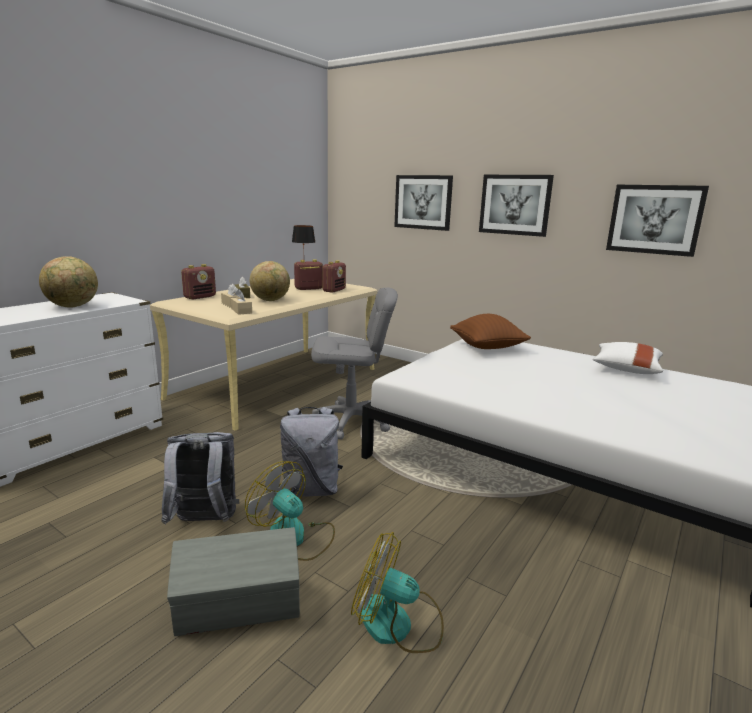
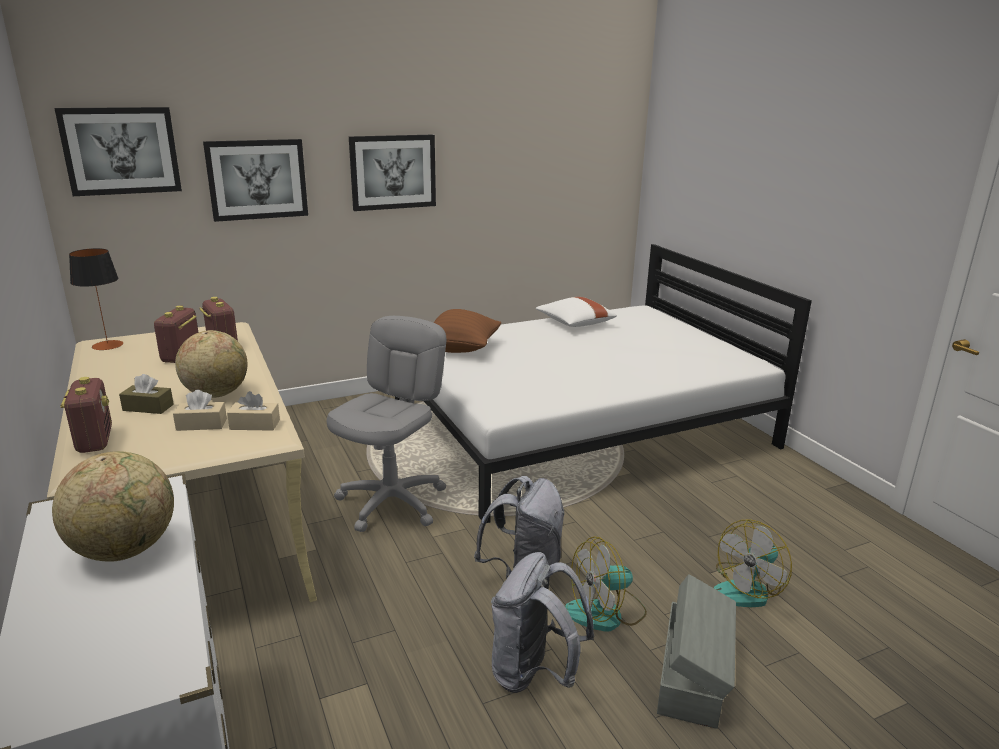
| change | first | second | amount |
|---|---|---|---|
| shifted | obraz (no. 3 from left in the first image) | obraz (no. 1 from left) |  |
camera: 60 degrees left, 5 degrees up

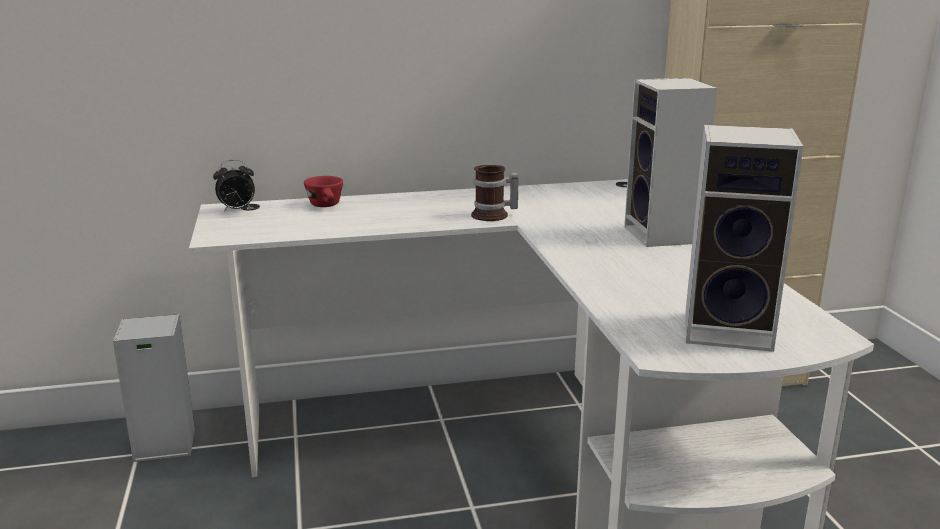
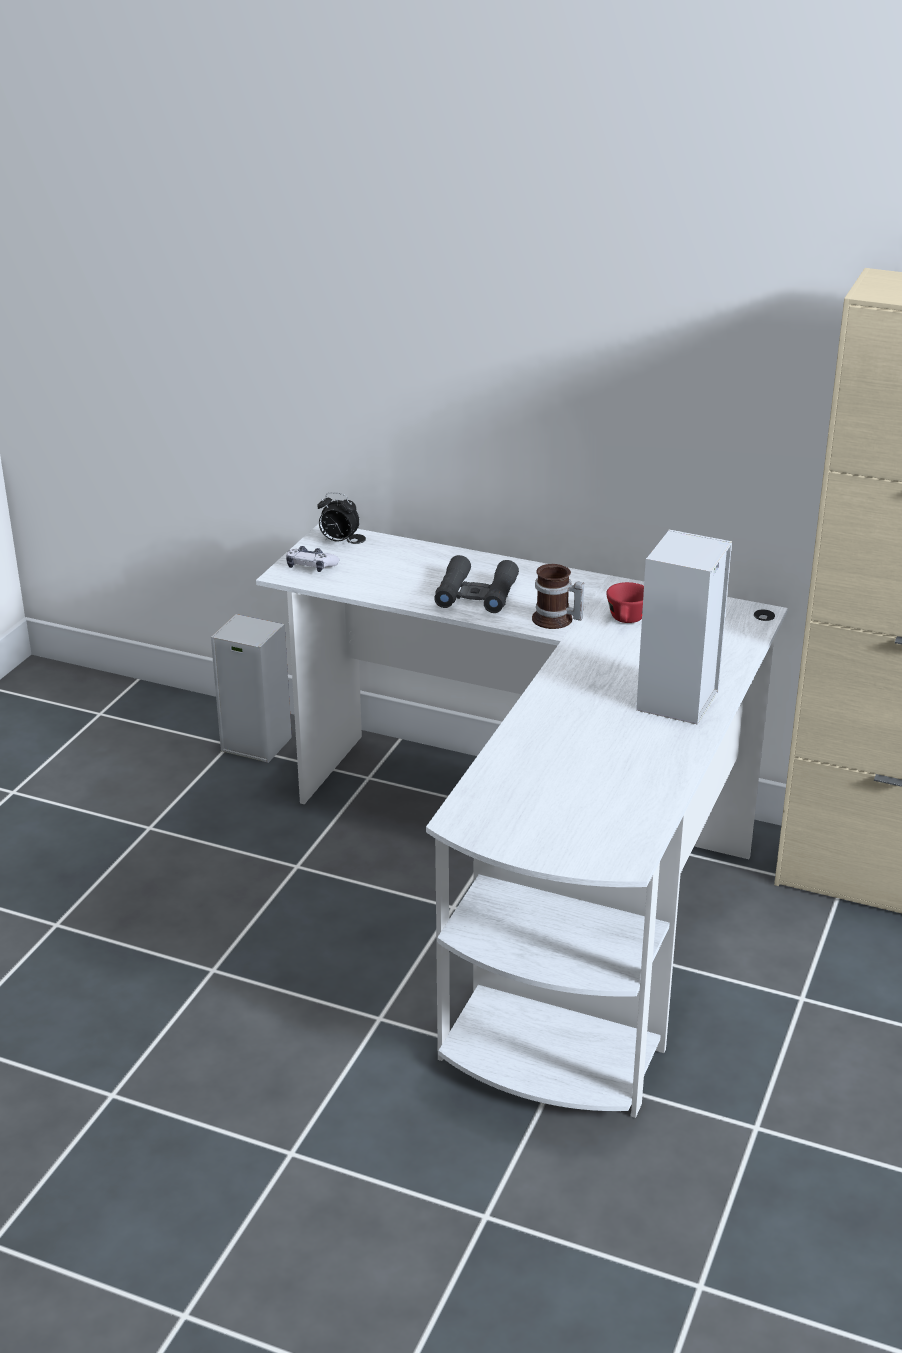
| change | first | second | amount |
|---|---|---|---|
| gone | głośnik (no. 3 from left) |  |  |
| new |  | pad do gier |  |
| new |  | lornetka/czarny |  |
| shifted | filiżanka/czerwony |  |  |
camera: 35 degrees right, 10 degrees up

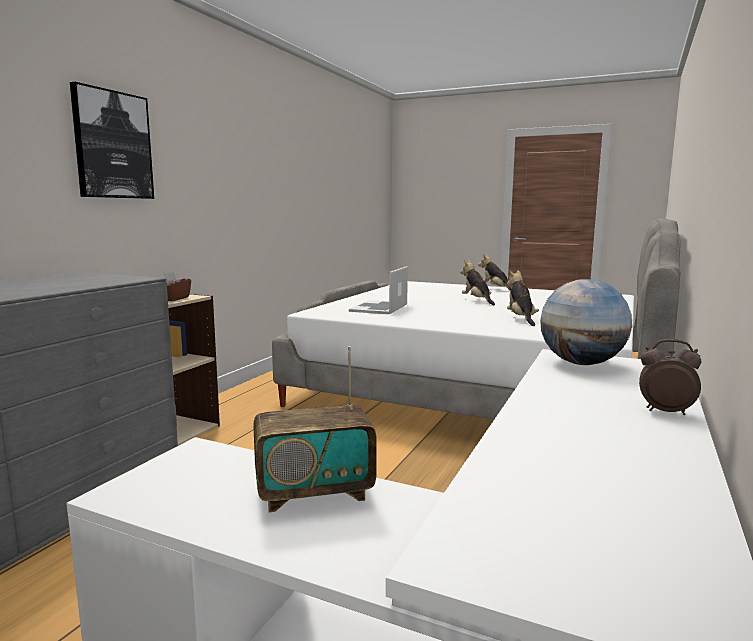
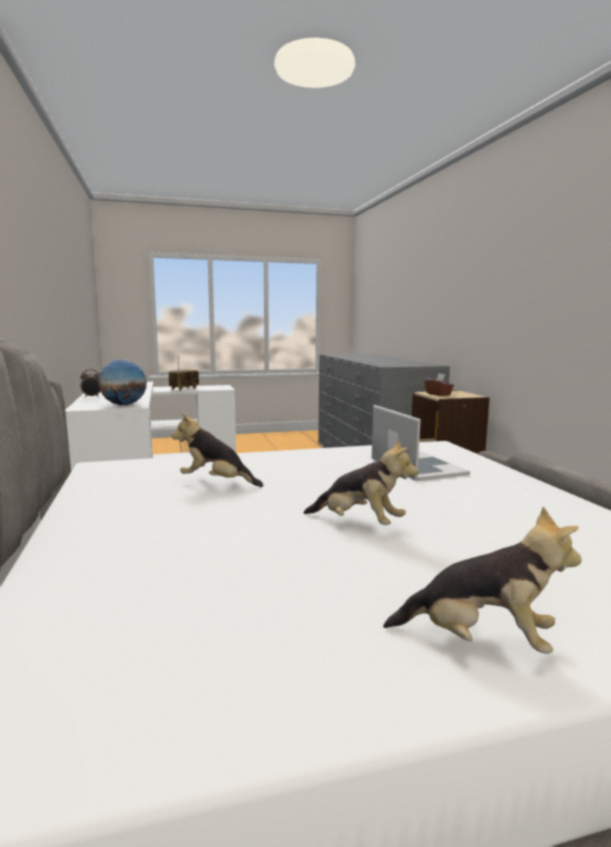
| change | first | second | amount |
|---|---|---|---|
| gone | obraz |  |  |
| rotated | pluszak (no. 3 from left in the first image) | pluszak (no. 1 from left) | 150 degrees clockwise |
camera: 140 degrees right, 0 degrees up

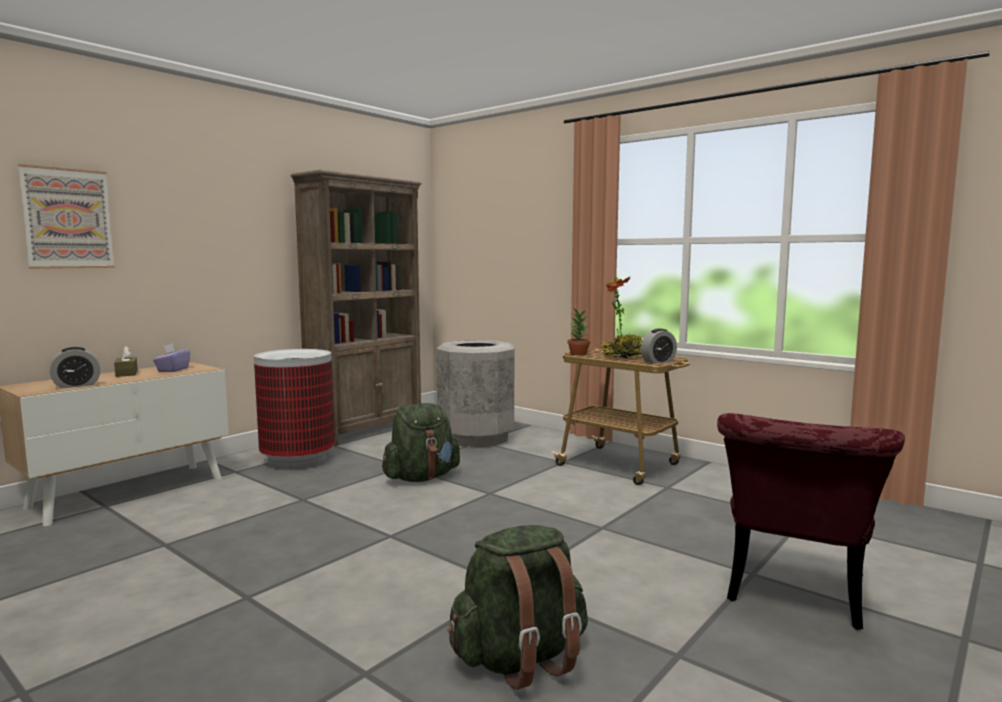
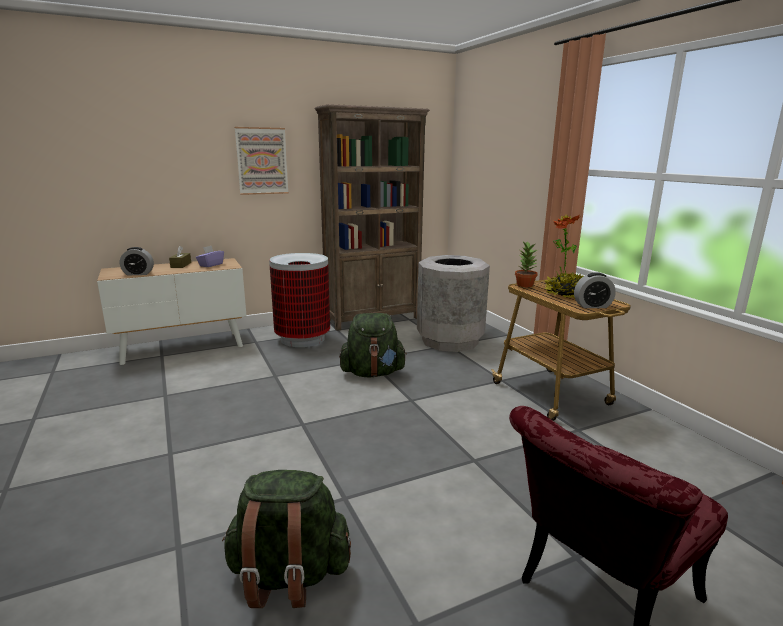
| change | first | second | amount |
|---|---|---|---|
| shifted | obraz |  |  |
camera: 25 degrees right, 10 degrees up

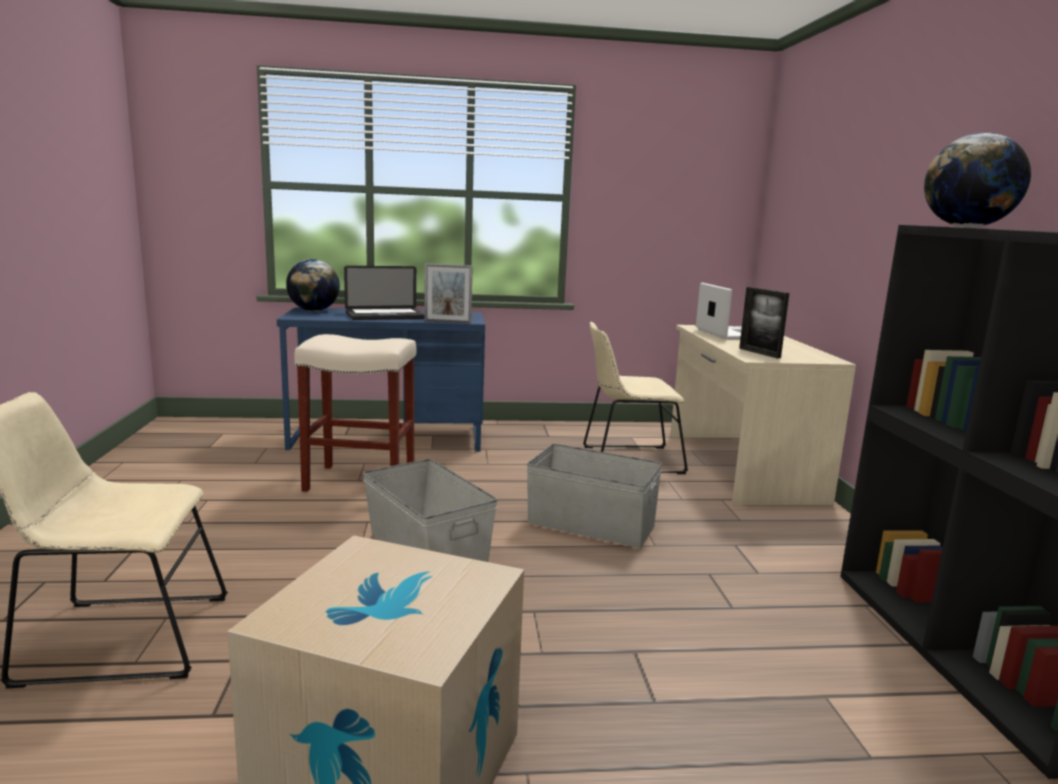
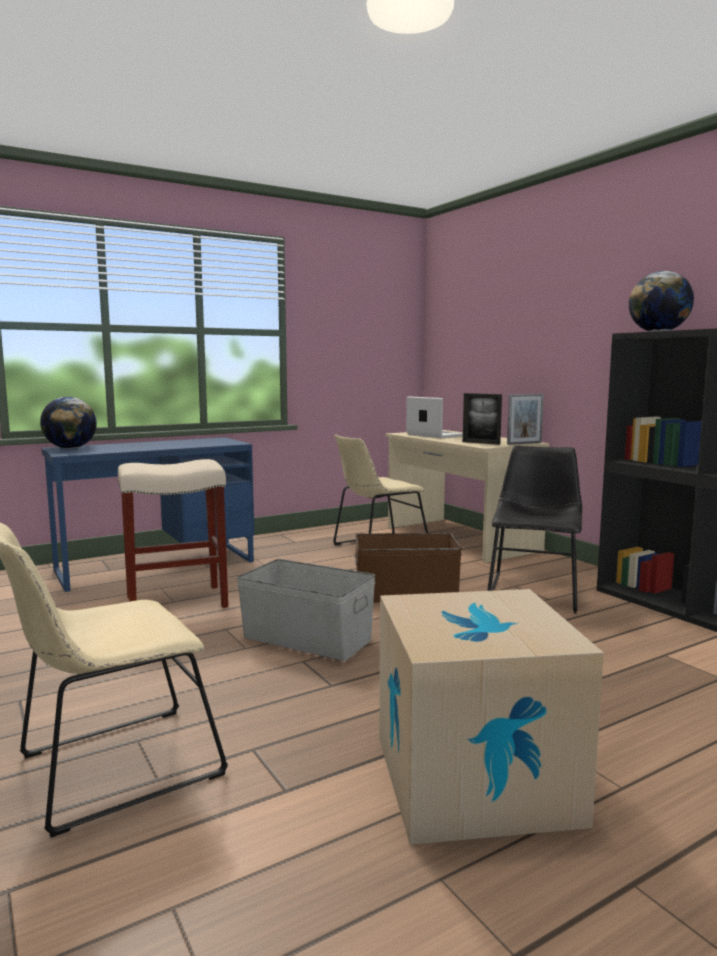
| change | first | second | amount |
|---|---|---|---|
| gone | laptop (no. 1 from left) |  |  |
| new |  | krzesło/czarny |  |
| shifted | ramka na zdjęcie (no. 1 from left in the first image) | ramka na zdjęcie (no. 2 from left) |  |
| repainted | pojemnik do przechowywania/szary (no. 2 from left) | pojemnik do przechowywania/brązowy |  |
camera: 25 degrees left, 5 degrees down

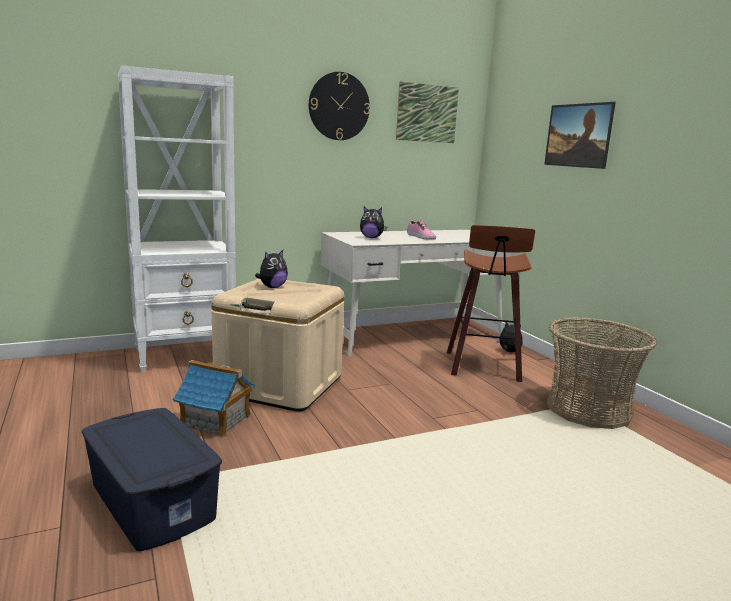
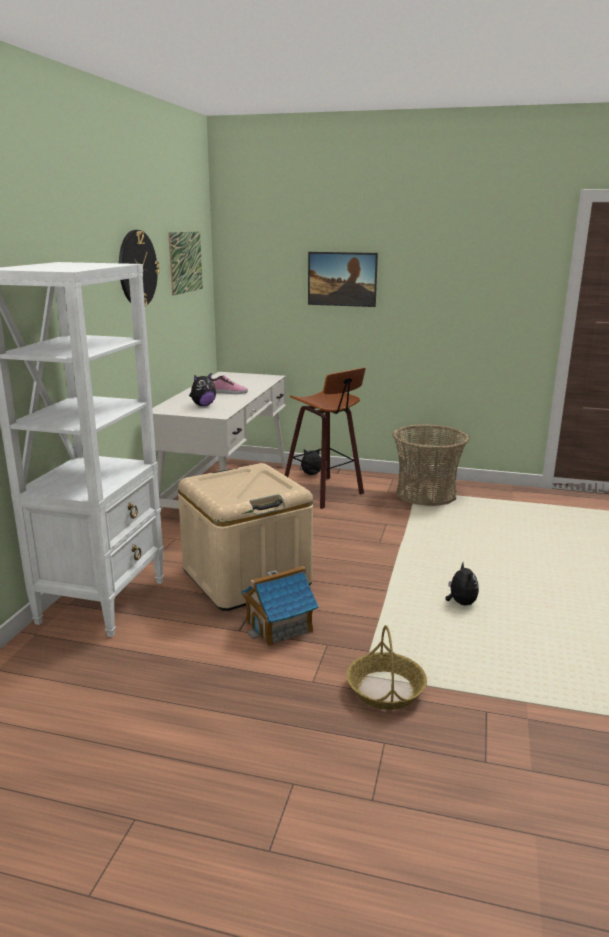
| change | first | second | amount |
|---|---|---|---|
| shifted | pluszak (no. 1 from left in the first image) | pluszak (no. 3 from left) |  |
| swapped | pojemnik do przechowywania/niebieski | koszyk (no. 1 from left) |  |
camera: 50 degrees left, 5 degrees up

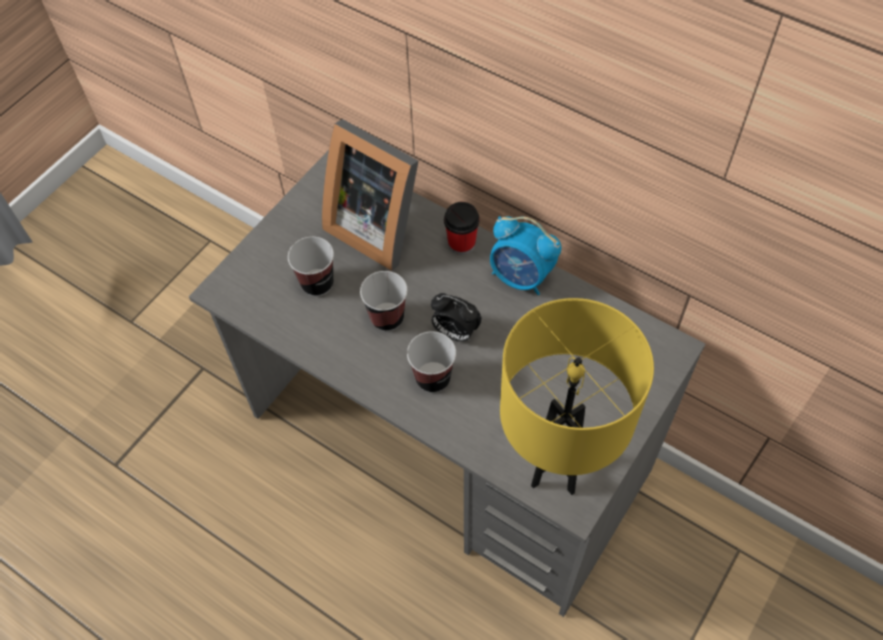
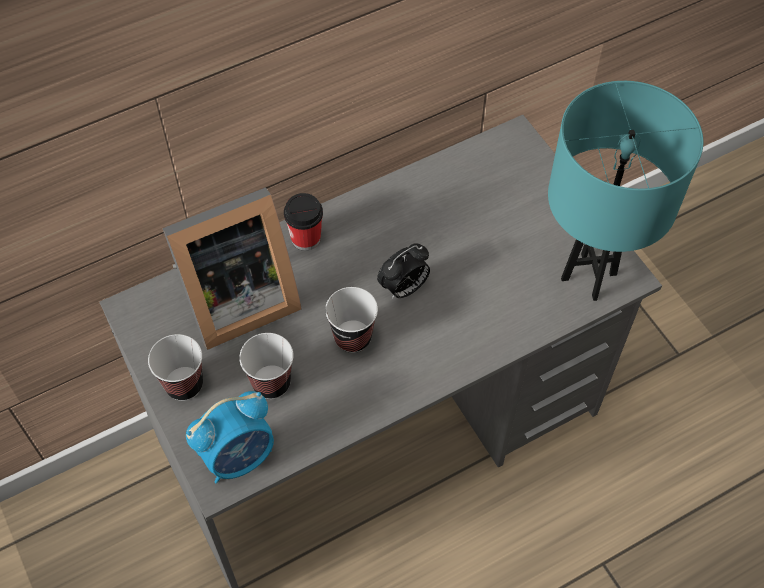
| change | first | second | amount |
|---|---|---|---|
| shifted | filiżanka (no. 3 from left in the first image) | filiżanka (no. 1 from left) |  |
| shifted | budzik (no. 2 from left in the first image) | budzik (no. 1 from left) |  |
| repainted | lampa stołowa/żółty | lampa stołowa/turkusowy |  |
camera: 65 degrees left, 0 degrees up

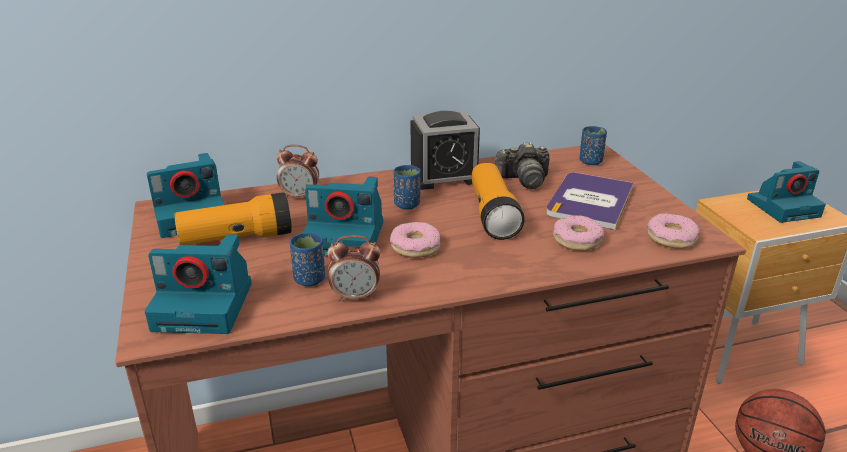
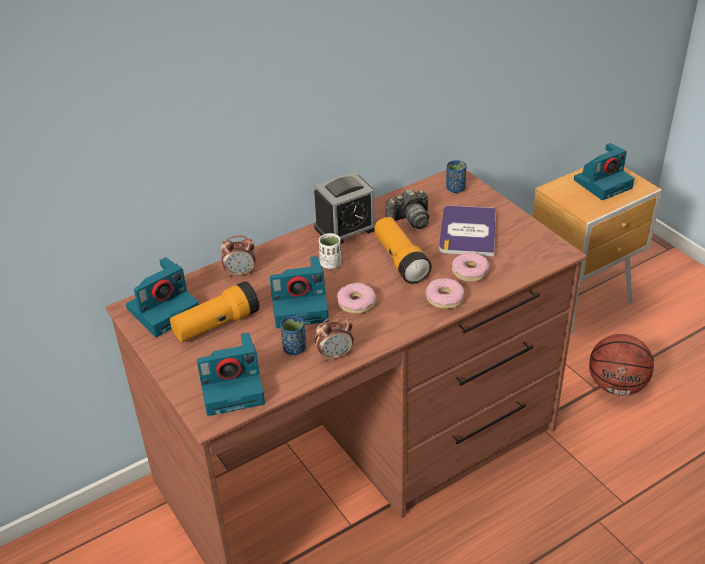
| change | first | second | amount |
|---|---|---|---|
| shifted | donut (no. 3 from left in the first image) | donut (no. 2 from left) |  |
| repainted | filiżanka/niebieski (no. 2 from left) | filiżanka/biały |  |
camera: 15 degrees left, 10 degrees up

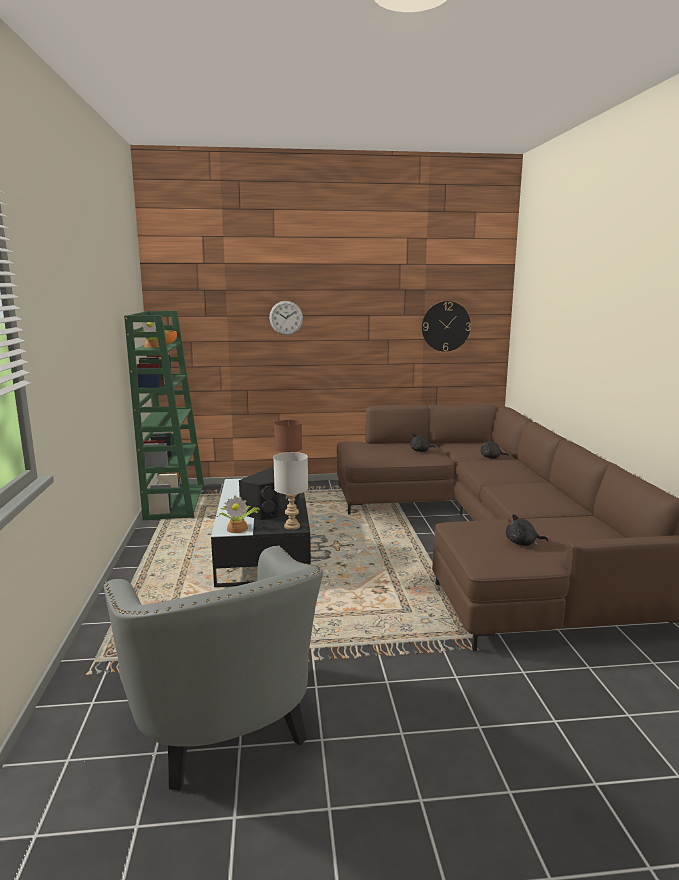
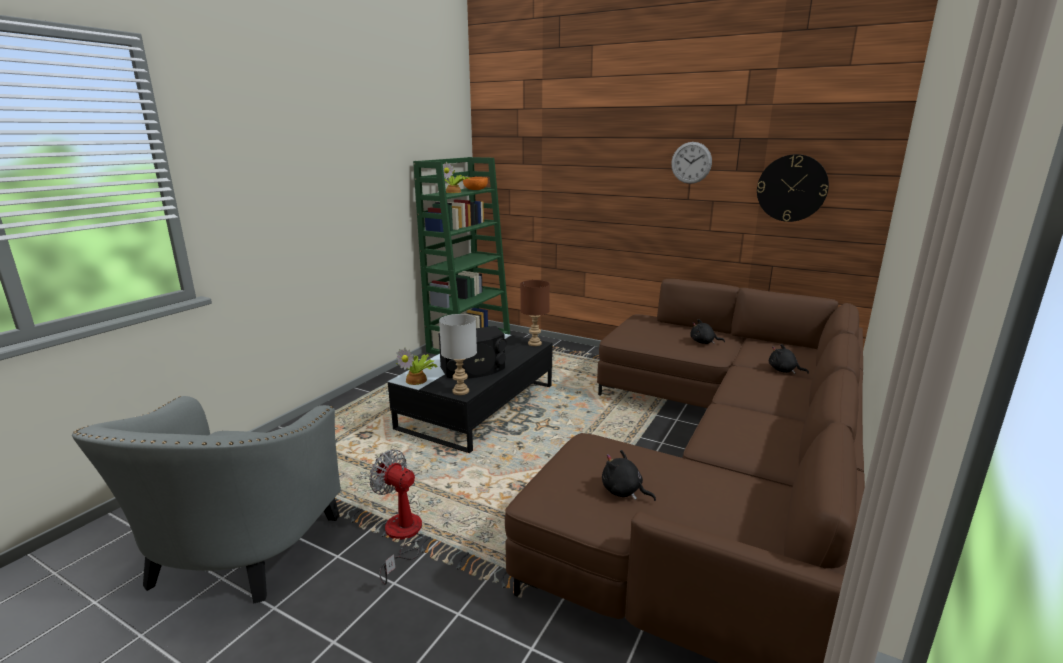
| change | first | second | amount |
|---|---|---|---|
| new |  | wentylator |  |
| shifted | zegar ścienny (no. 1 from left) |  |  |
camera: 35 degrees right, 5 degrees up

